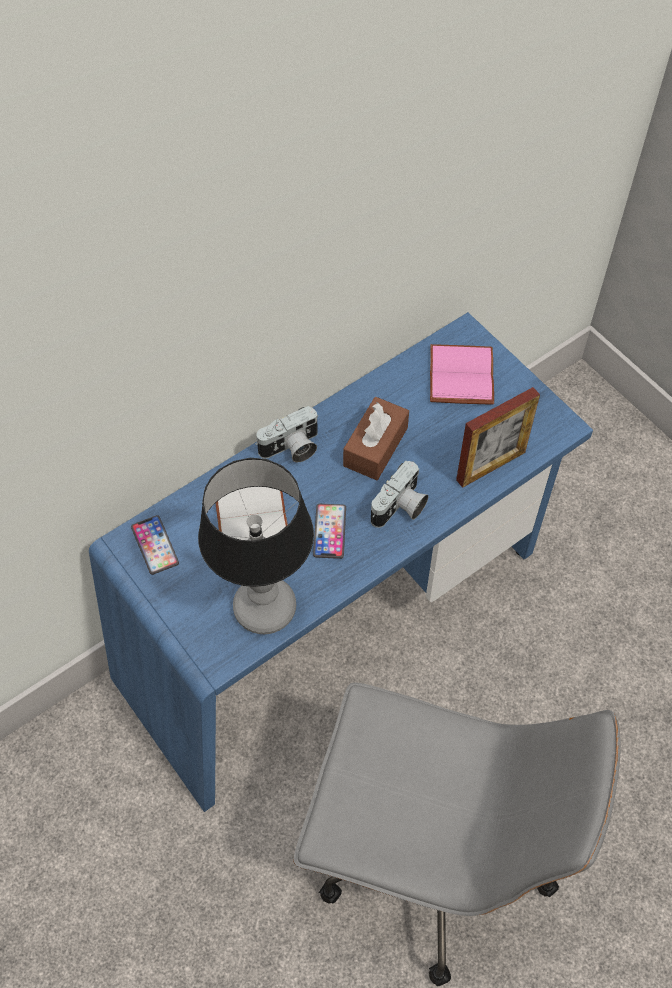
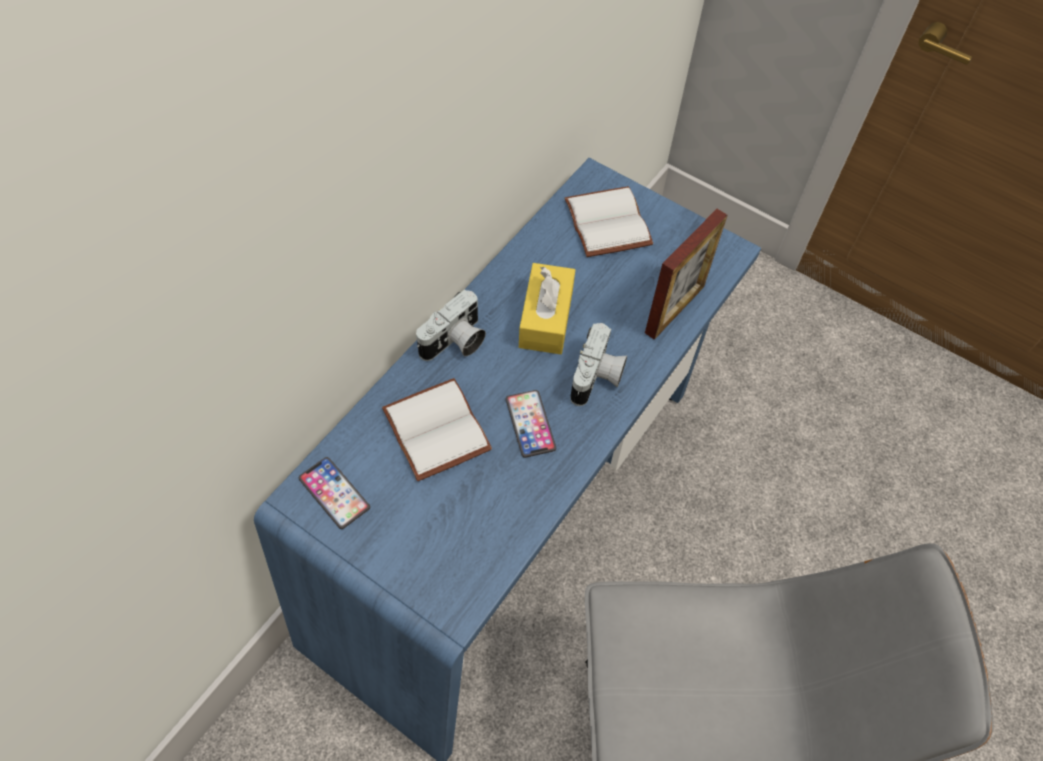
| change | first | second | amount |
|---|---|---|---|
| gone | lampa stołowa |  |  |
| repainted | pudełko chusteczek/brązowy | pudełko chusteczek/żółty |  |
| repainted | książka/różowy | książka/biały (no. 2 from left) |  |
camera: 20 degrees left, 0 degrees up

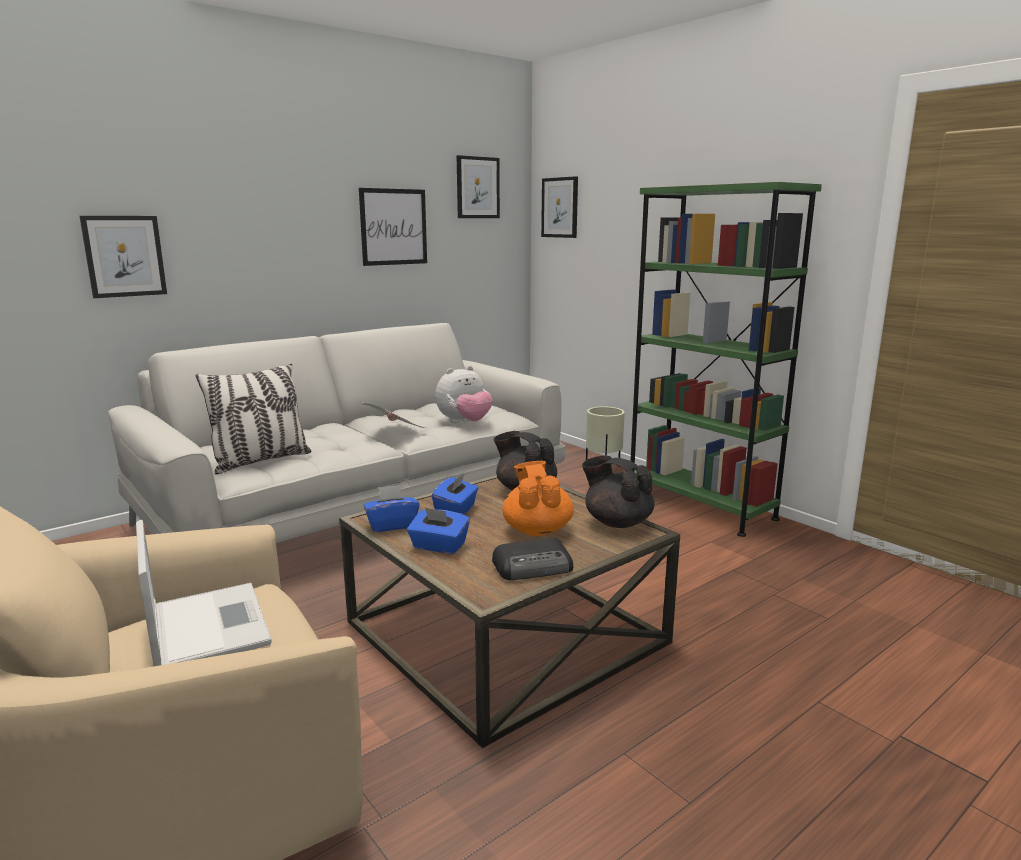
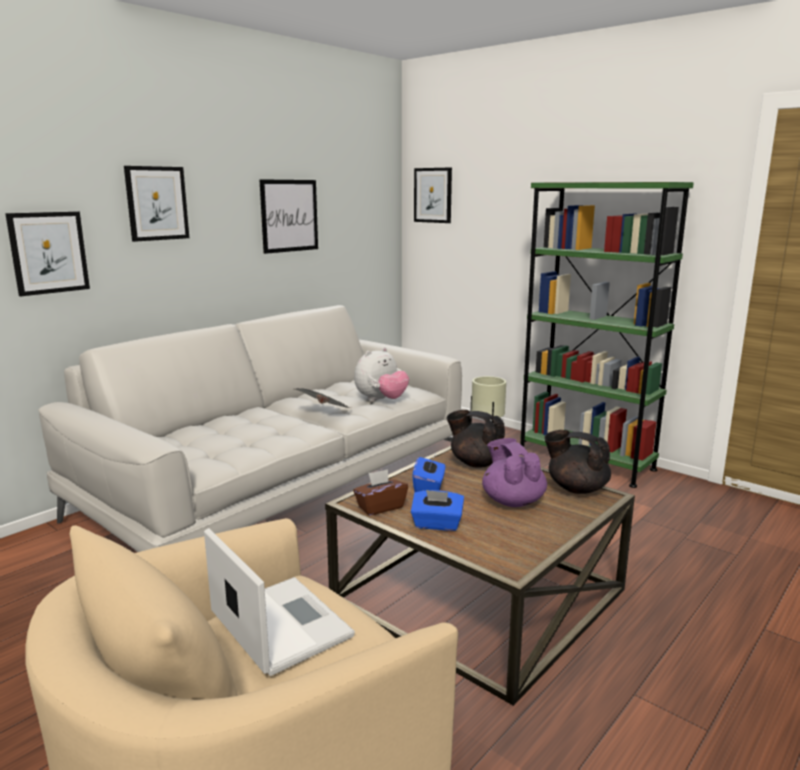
| change | first | second | amount |
|---|---|---|---|
| gone | poduszka |  |  |
| gone | radio |  |  |
| shifted | obraz (no. 3 from left in the first image) | obraz (no. 2 from left) |  |
| repainted | pudełko chusteczek/niebieski (no. 1 from left) | pudełko chusteczek/brązowy |  |
| repainted | imbryk/pomarańczowy | imbryk/fioletowy |  |
camera: 10 degrees left, 0 degrees up

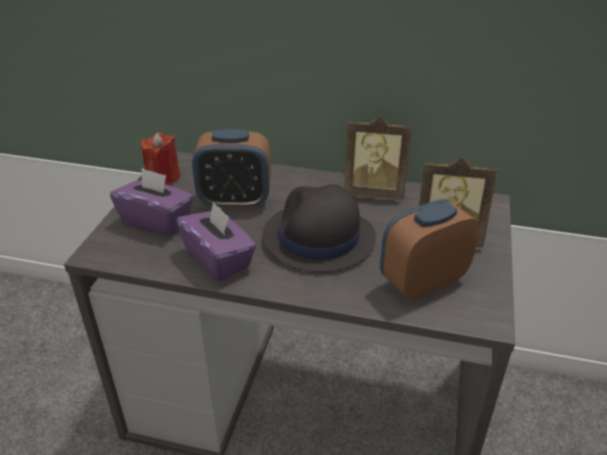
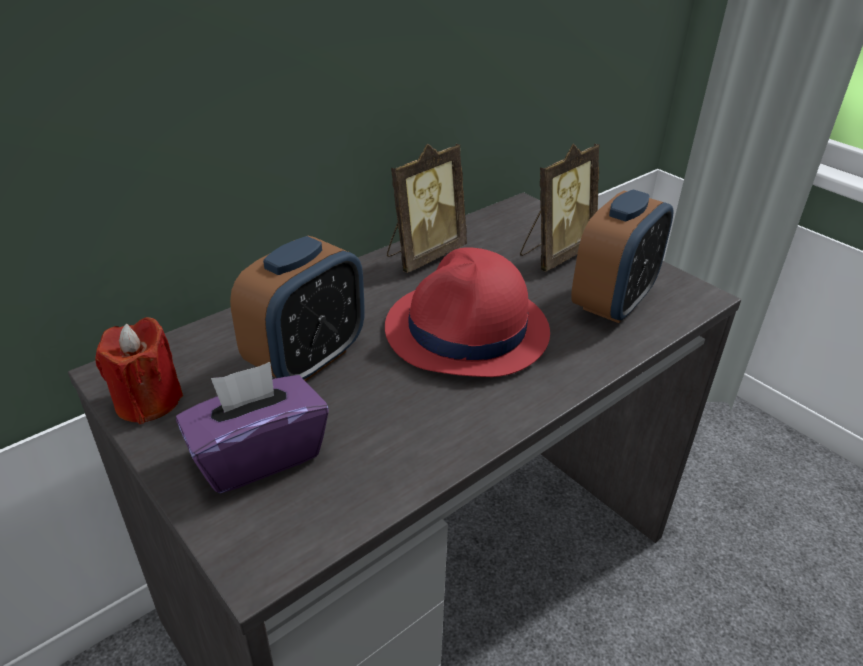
| change | first | second | amount |
|---|---|---|---|
| gone | pudełko chusteczek/fioletowy (no. 2 from left) |  |  |
| repainted | kapelusz/czarny | kapelusz/czerwony |  |
| rotated | budzik (no. 2 from left) |  | 150 degrees counterclockwise |
camera: 55 degrees left, 0 degrees up

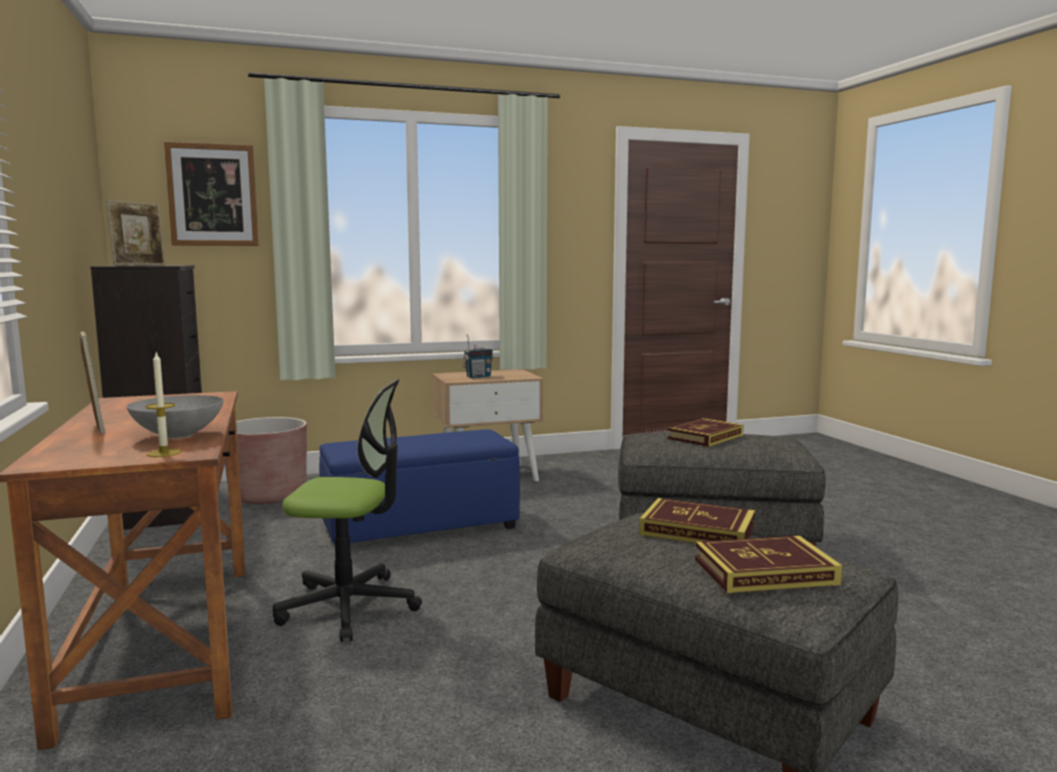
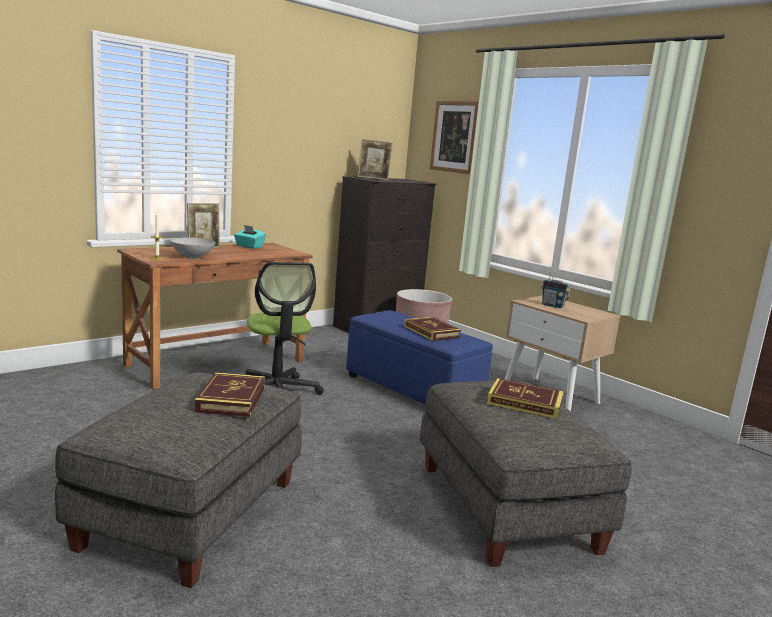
| change | first | second | amount |
|---|---|---|---|
| new |  | pudełko chusteczek/turkusowy |  |
| shifted | książka (no. 3 from left in the first image) | książka (no. 2 from left) |  |
camera: 65 degrees right, 5 degrees up

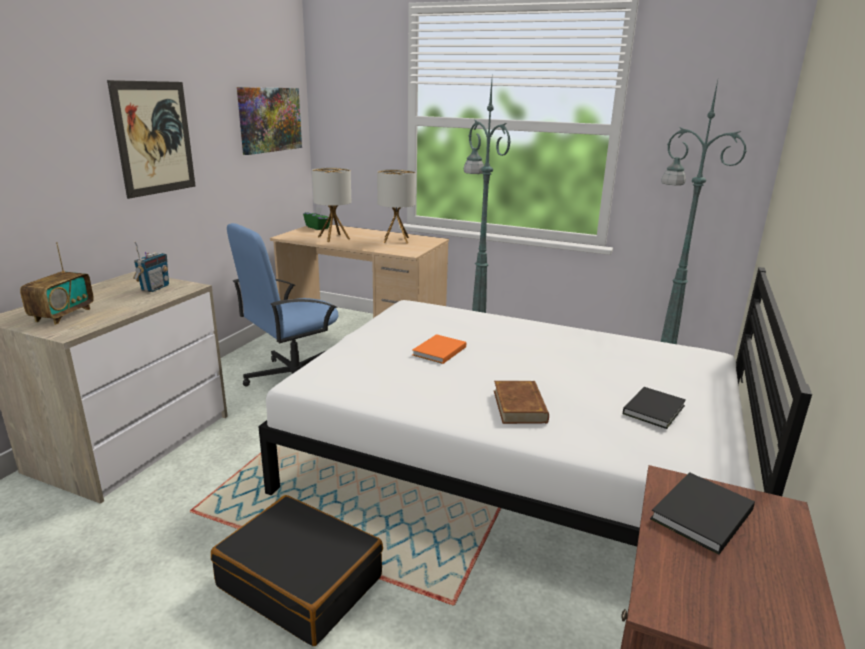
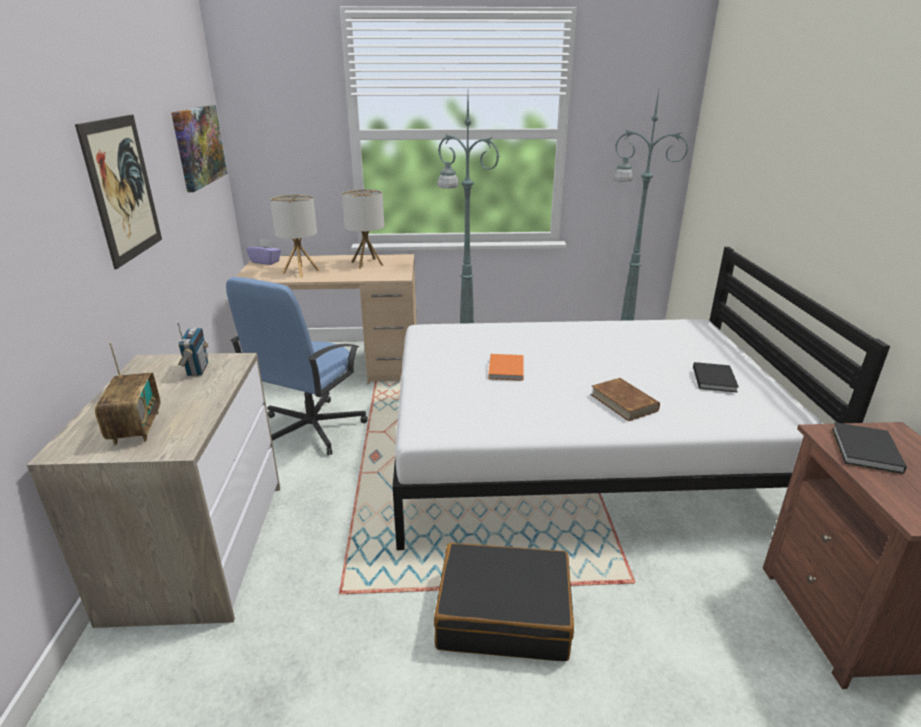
| change | first | second | amount |
|---|---|---|---|
| repainted | pudełko chusteczek/zielony | pudełko chusteczek/fioletowy |  |
camera: 25 degrees left, 5 degrees up

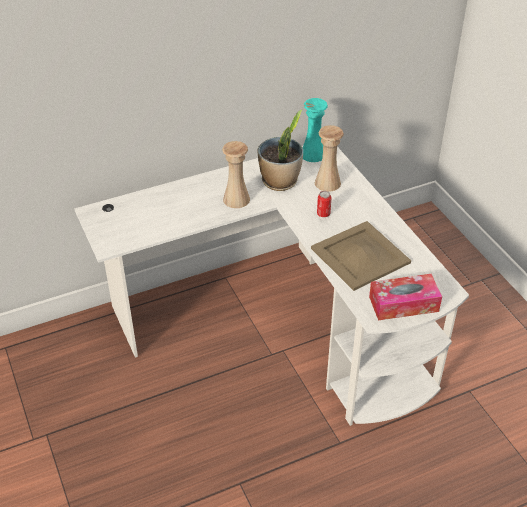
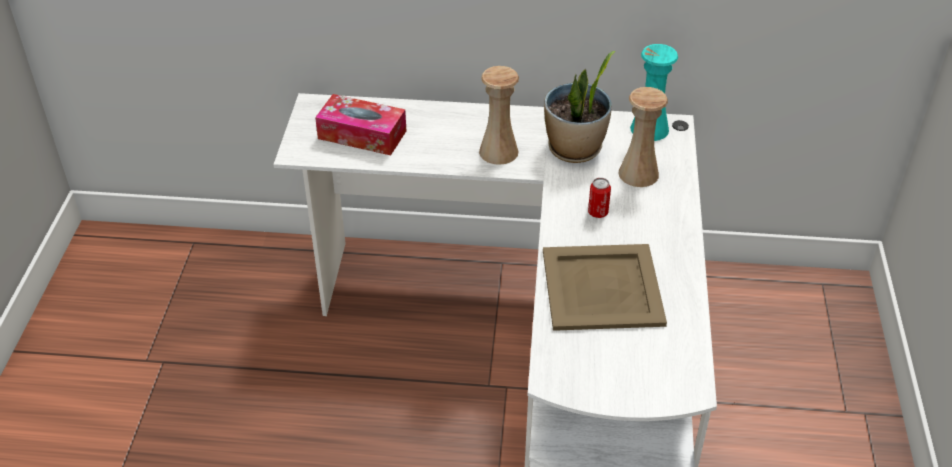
| change | first | second | amount |
|---|---|---|---|
| shifted | pudełko chusteczek |  |  |
camera: 30 degrees right, 0 degrees up

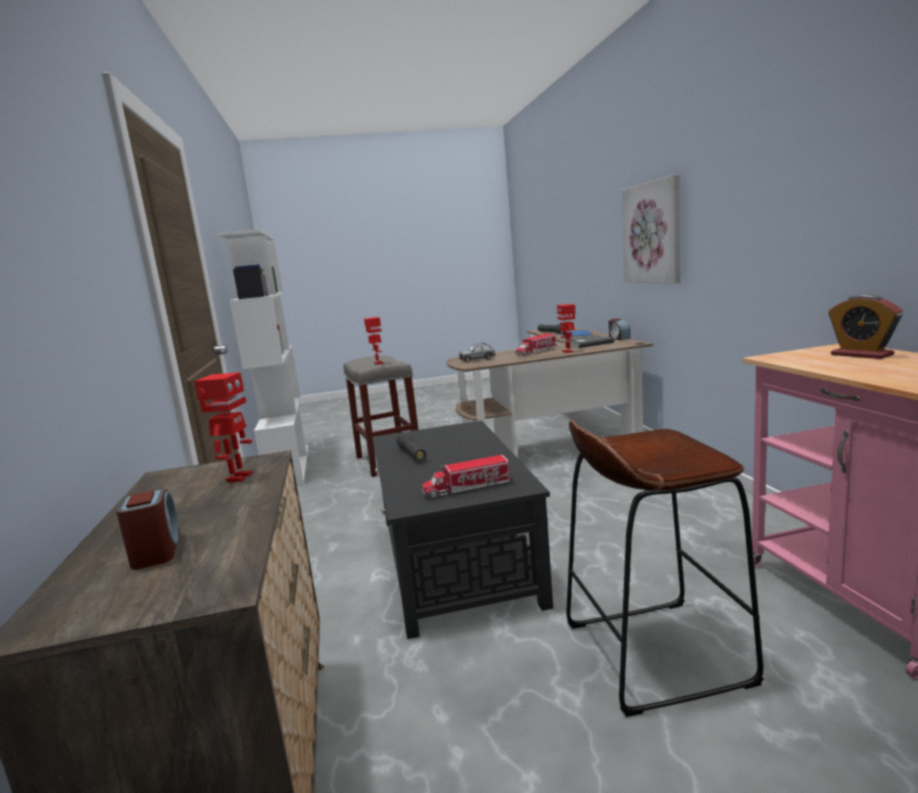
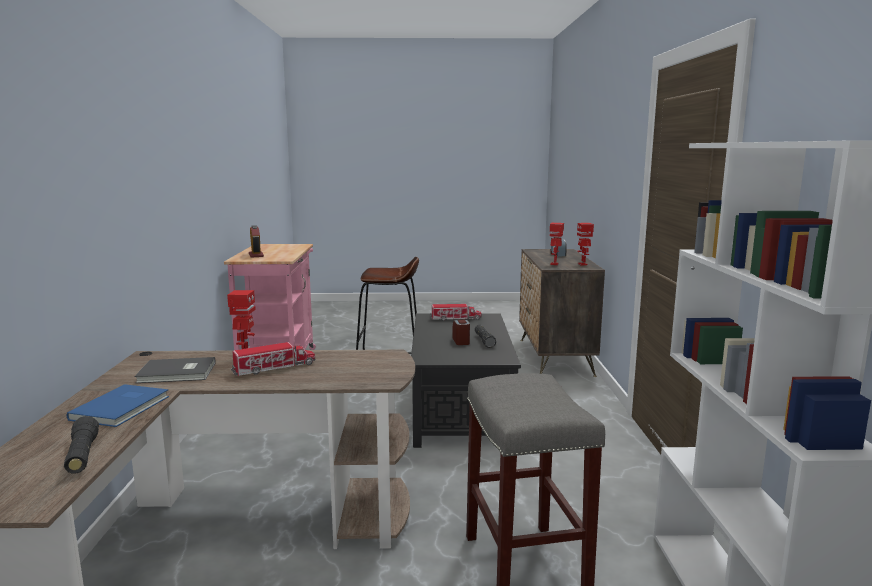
| change | first | second | amount |
|---|---|---|---|
| gone | samochodzik/szary |  |  |
| gone | obraz |  |  |
| shifted | robot zabawkowy (no. 2 from left in the first image) | robot zabawkowy (no. 3 from left) |  |
| shifted | budzik (no. 2 from left) |  |  |
camera: 170 degrees left, 0 degrees up

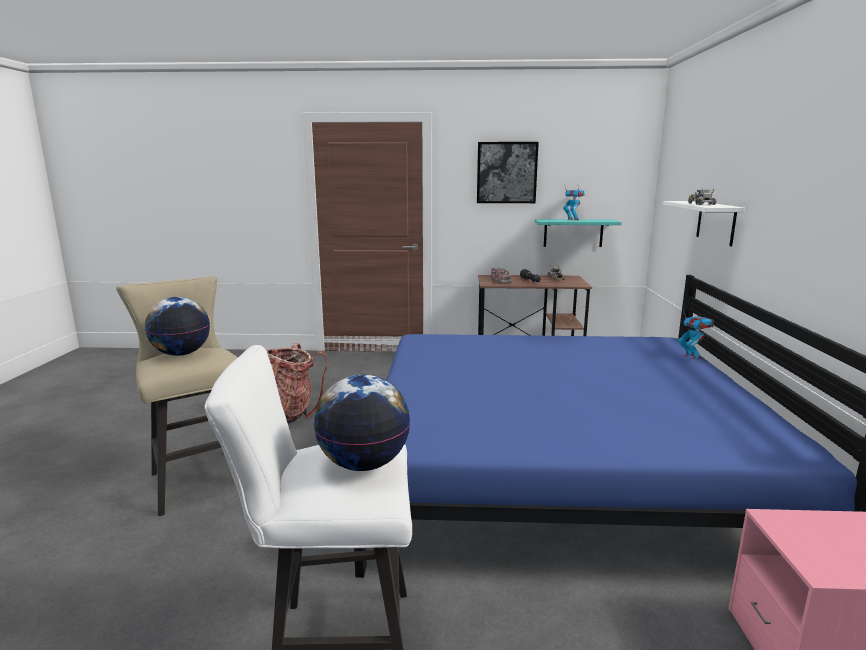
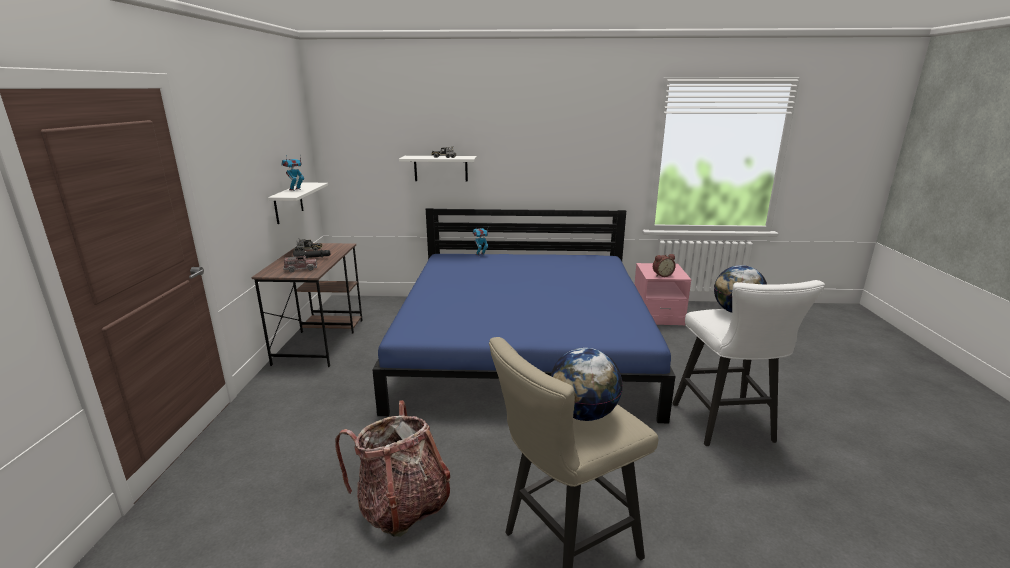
| change | first | second | amount |
|---|---|---|---|
| gone | obraz |  |  |
| new |  | budzik |  |
| repainted | półka/turkusowy | półka/biały (no. 1 from left) |  |
camera: 90 degrees left, 5 degrees up

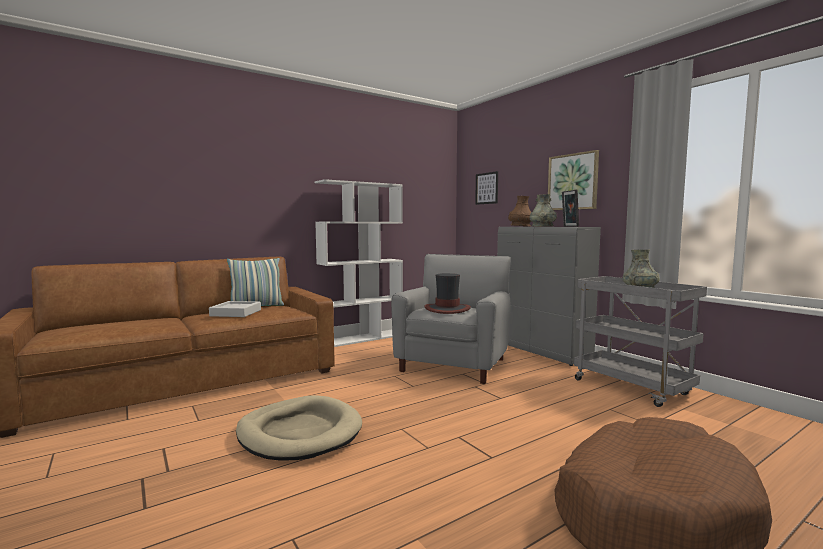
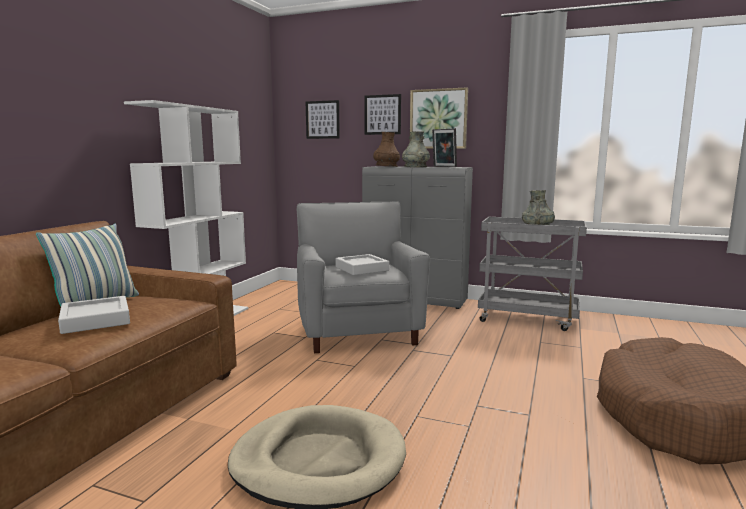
| change | first | second | amount |
|---|---|---|---|
| new |  | obraz (no. 2 from left) |  |
| swapped | kapelusz | taca/szary (no. 2 from left) |  |
camera: 35 degrees left, 5 degrees up

